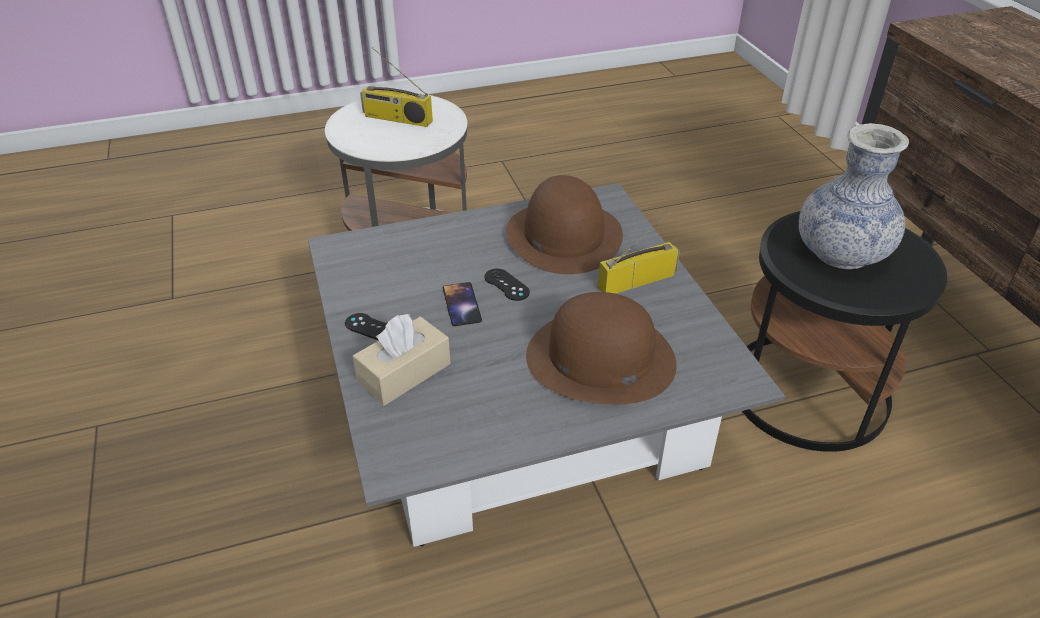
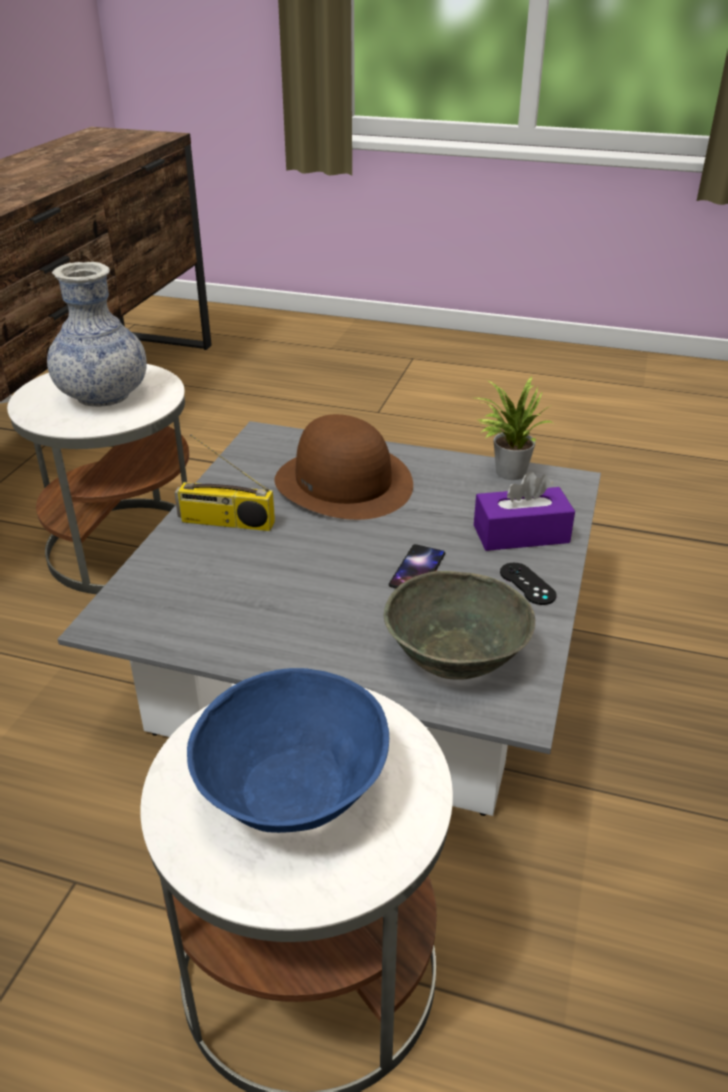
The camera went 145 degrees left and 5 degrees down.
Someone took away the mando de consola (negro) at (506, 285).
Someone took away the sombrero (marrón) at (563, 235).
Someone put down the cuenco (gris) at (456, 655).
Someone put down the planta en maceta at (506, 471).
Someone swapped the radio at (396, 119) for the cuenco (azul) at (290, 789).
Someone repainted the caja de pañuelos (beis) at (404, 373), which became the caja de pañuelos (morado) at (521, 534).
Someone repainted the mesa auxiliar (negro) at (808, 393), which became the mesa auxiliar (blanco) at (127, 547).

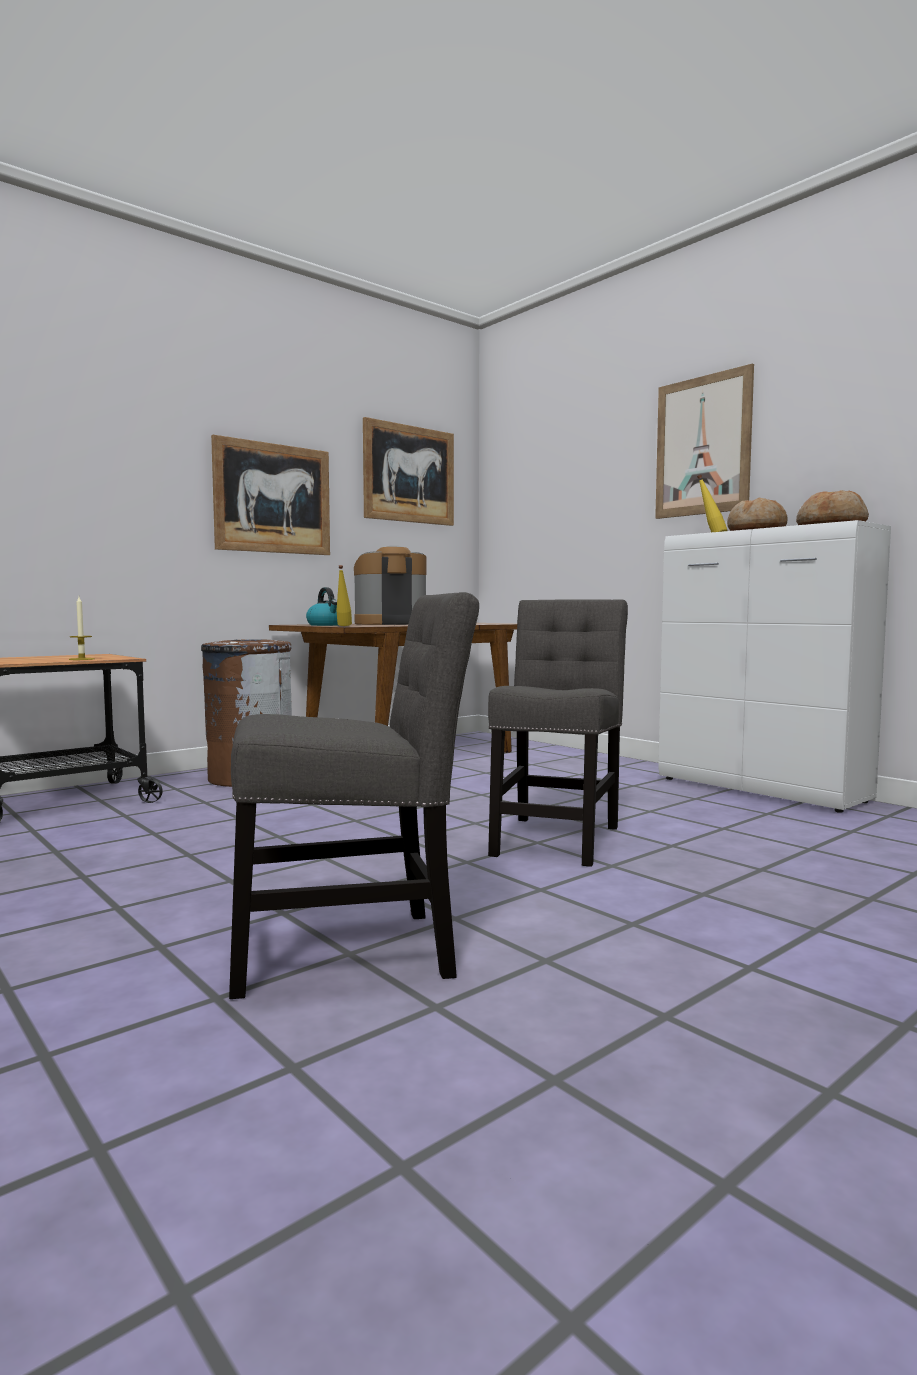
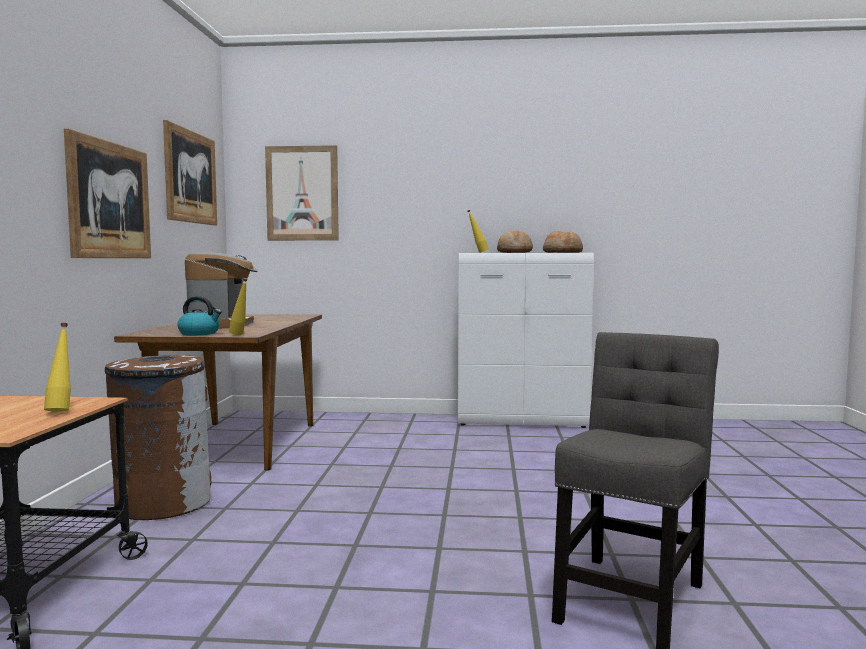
The camera went 45 degrees left and 0 degrees up.
Someone took away the silla (gris) at (557, 838).
Someone carried the cuadro from (702, 446) to (302, 193).
Someone swapped the vela at (81, 659) for the botella (amarillo) at (61, 410).
Someone rotated the cafetera at (390, 624) by 150 degrees clockwise.

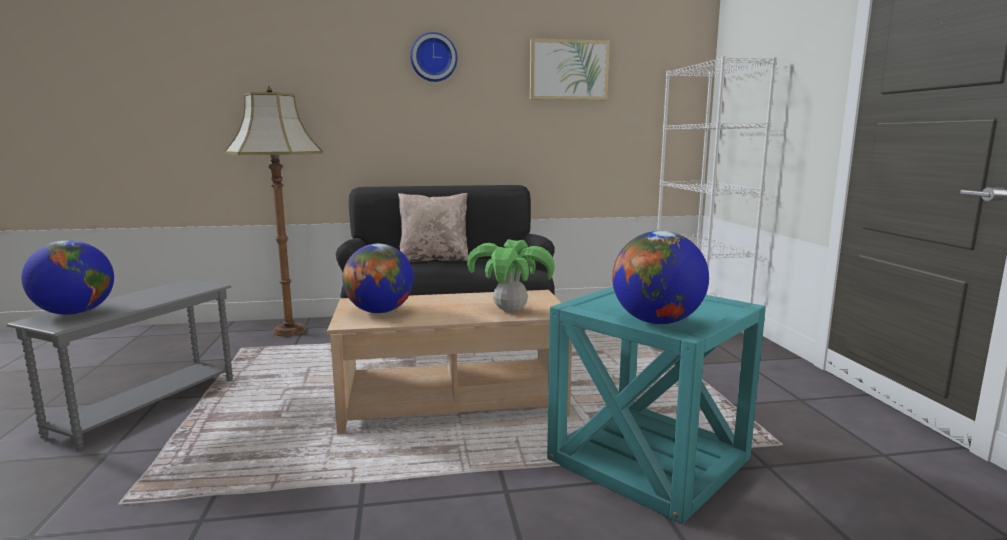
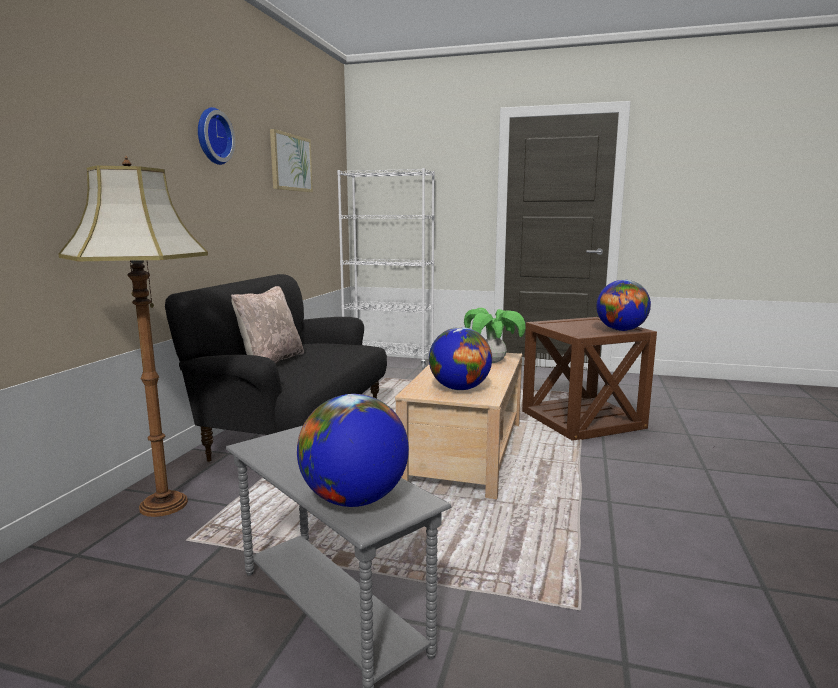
The camera went 65 degrees left and 0 degrees up.
Someone repainted the mesa auxiliar (turquesa) at (648, 459), which became the mesa auxiliar (marrón) at (582, 420).

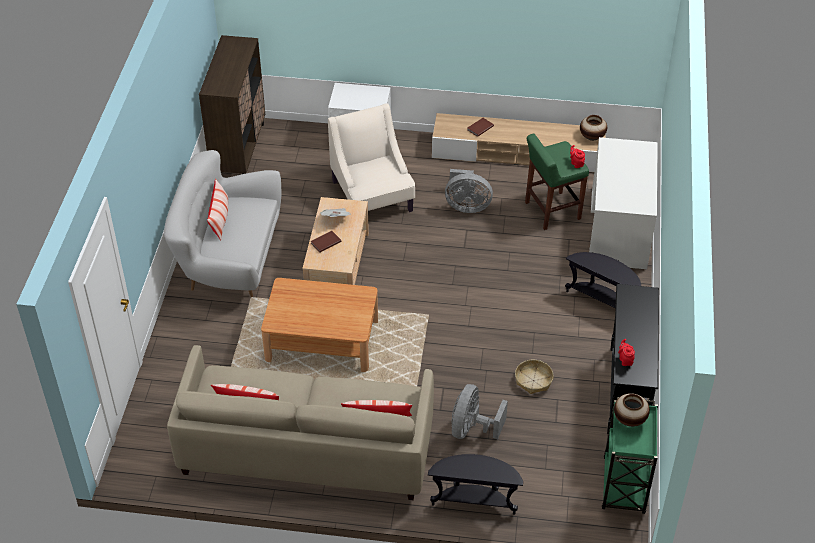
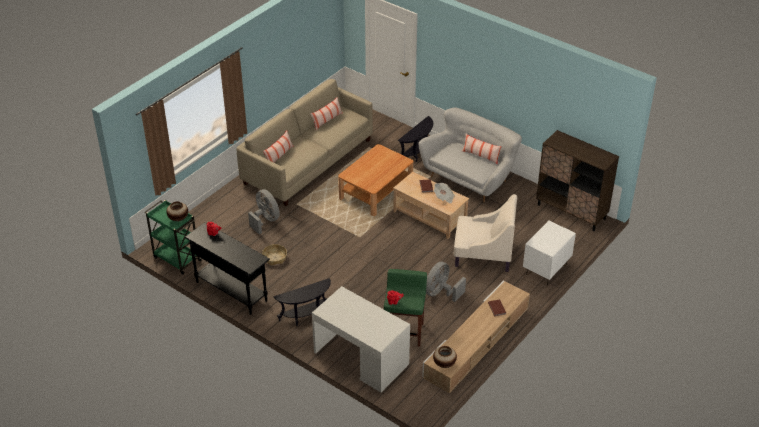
The camera went 120 degrees right and 5 degrees down.
Someone carried the mesa auxiliar (negro) from (474, 500) to (417, 153).

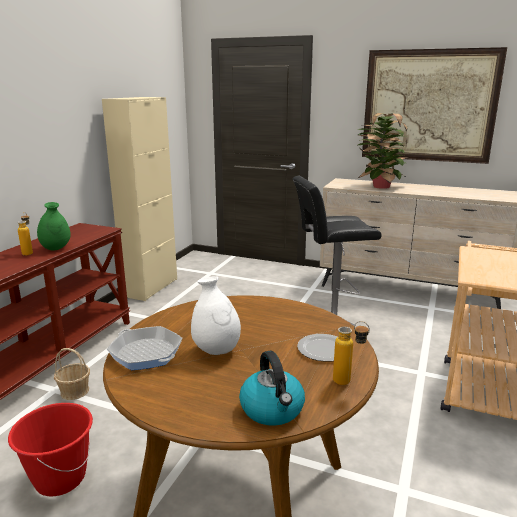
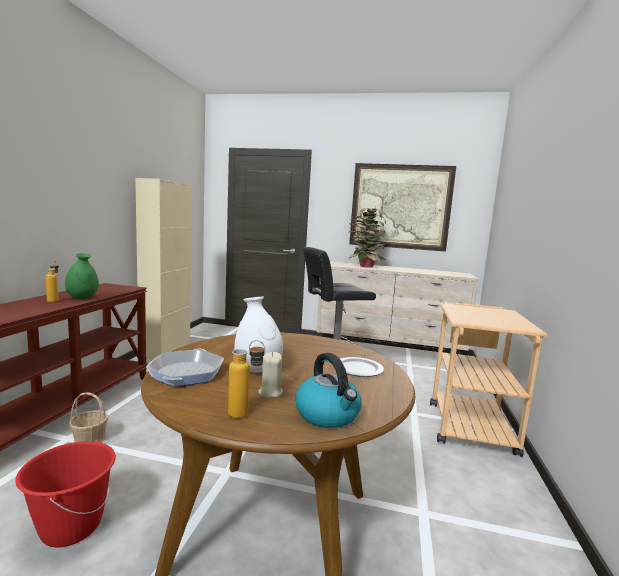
The camera went 10 degrees left and 10 degrees down.
Someone put down the vela (beis) at (270, 392).
Someone carried the botella from (348, 383) to (245, 416).
Someone rotated the sartén at (146, 353) by 60 degrees clockwise.

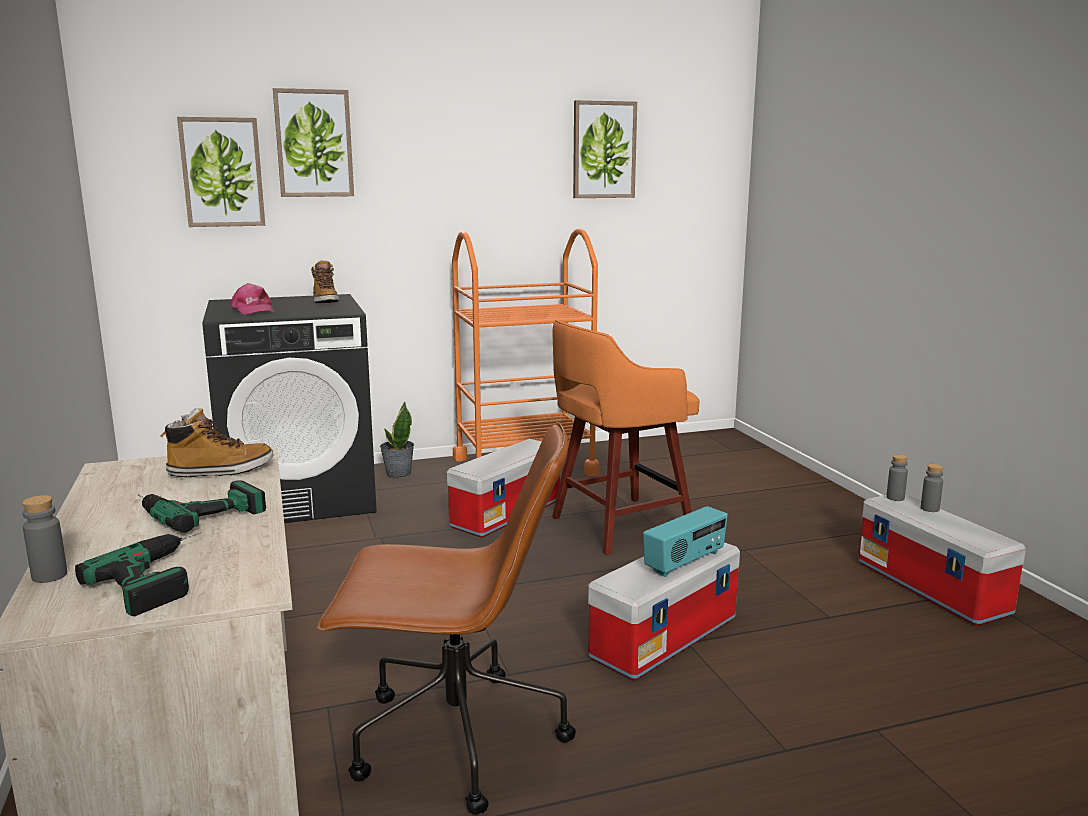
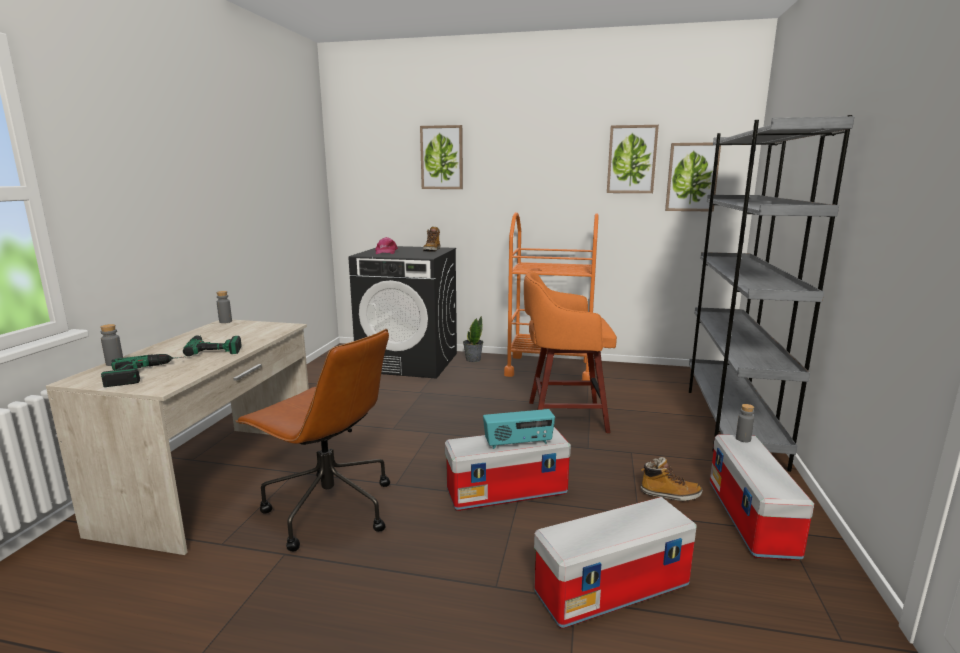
The camera went 30 degrees right and 0 degrees up.
Someone put down the estantería (gris) at (730, 421).
Someone carried the bota from (220, 471) to (669, 494).
Someone carried the cuadro from (222, 172) to (692, 177).
Someone carried the caja de almacenaje from (507, 513) to (613, 588).
Someone carried the botella (gris) from (929, 509) to (225, 321).

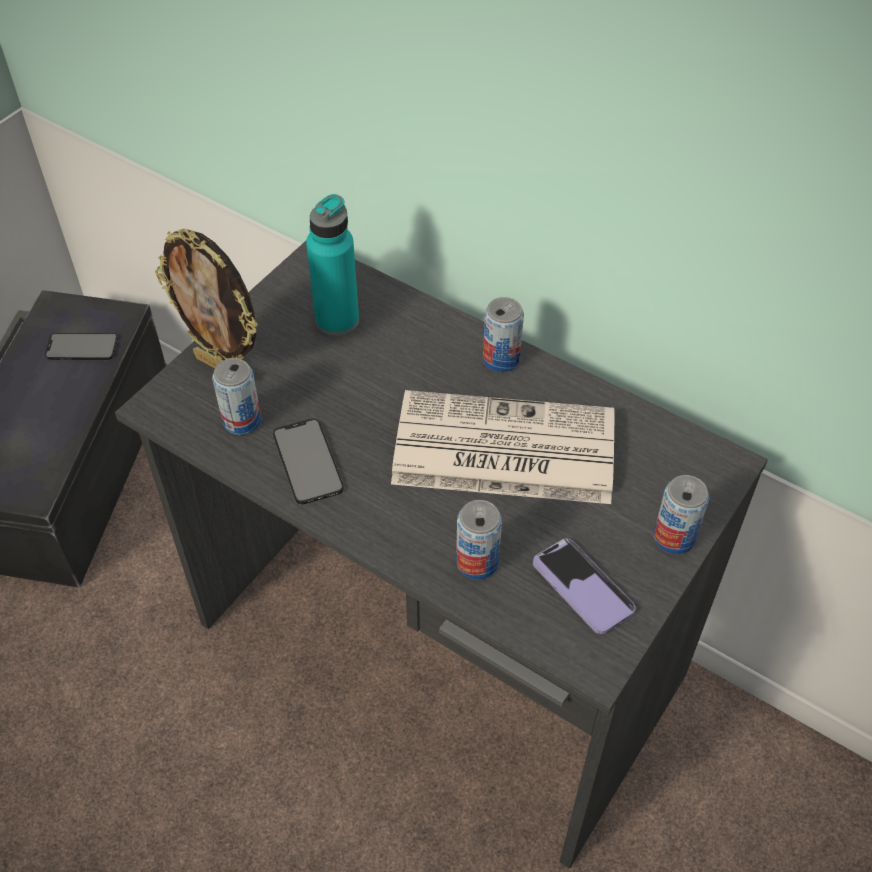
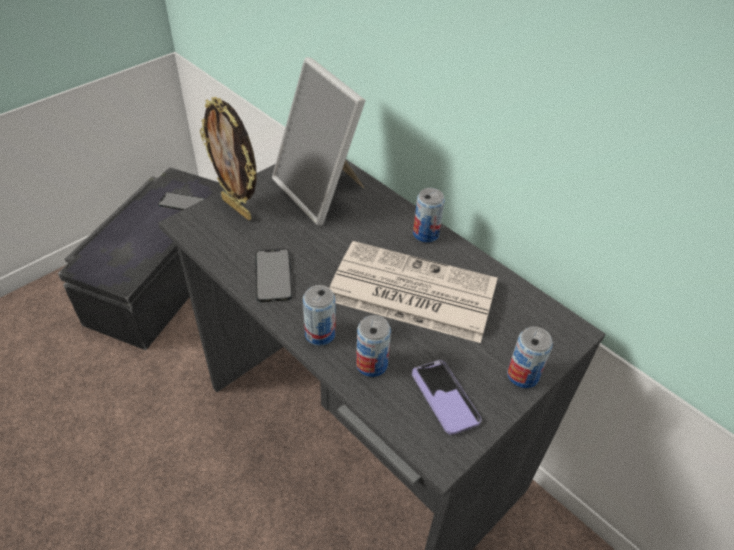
The camera went 10 degrees right and 5 degrees down.
Someone carried the lata from (242, 420) to (320, 334).
Someone swapped the botella (turquesa) at (337, 320) for the portarretratos at (322, 192).

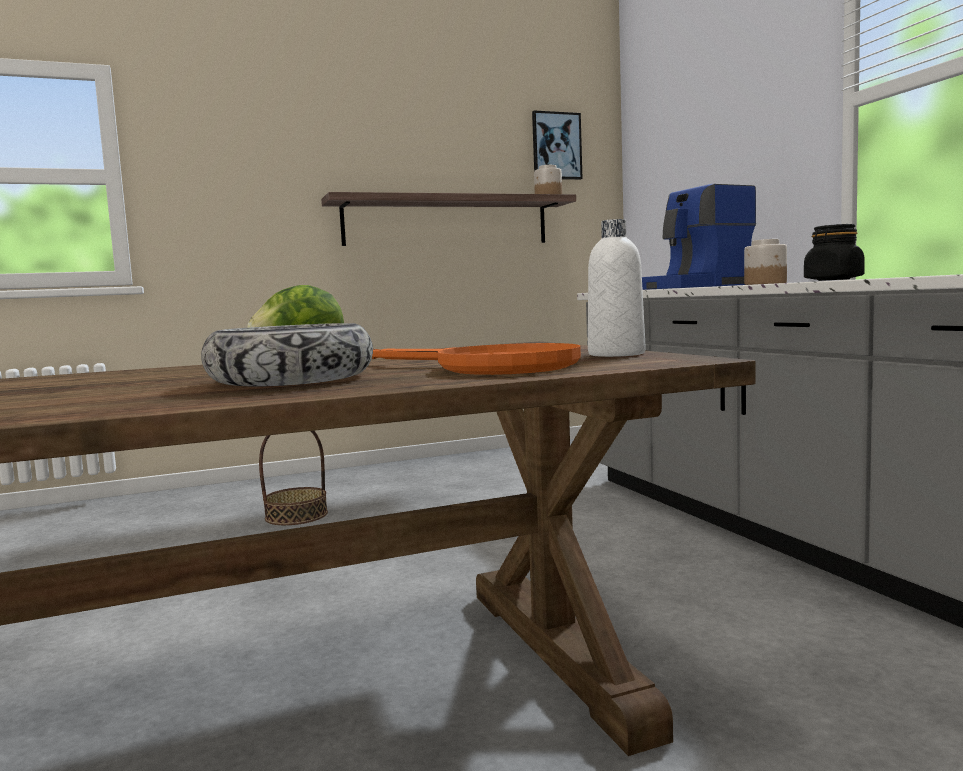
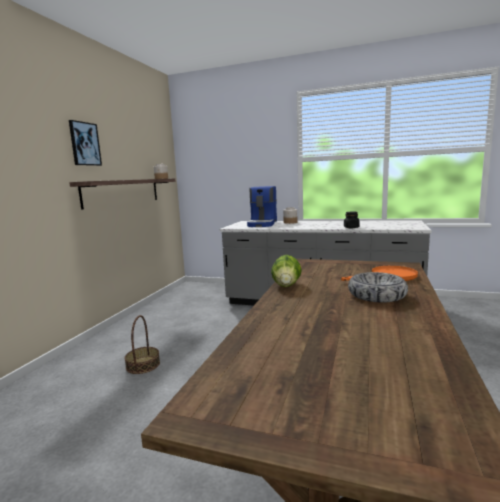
The camera went 50 degrees left and 5 degrees up.
Someone took away the botella (blanco) at (616, 354).
Someone carried the cuadro from (556, 146) to (84, 144).

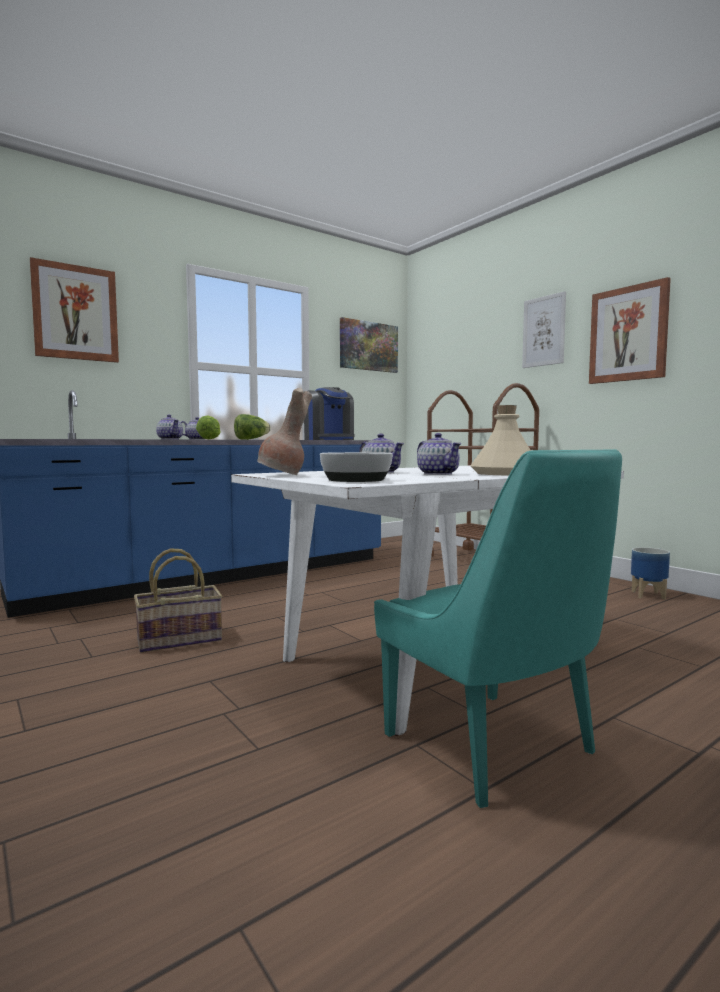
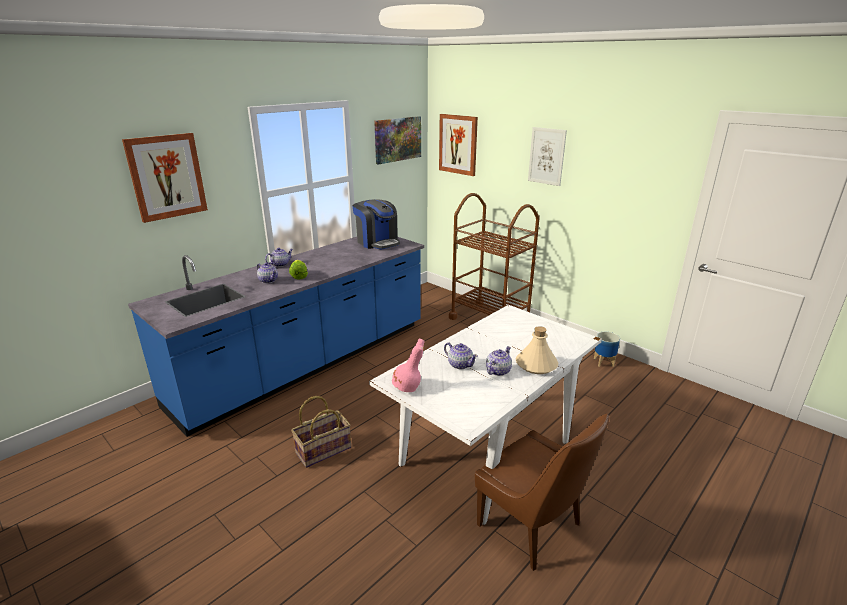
The camera went 10 degrees left and 20 degrees up.
Someone took away the lechuga at (251, 439).
Someone took away the cuenco at (356, 480).
Someone carried the cuadro from (628, 334) to (458, 144).
Someone repainted the florero (marrón) at (283, 475), which became the florero (rosa) at (407, 388).
Someone repainted the silla (turquesa) at (493, 747), which became the silla (marrón) at (532, 527).
Someone rotated the tetera at (438, 474) by 105 degrees counterclockwise.

